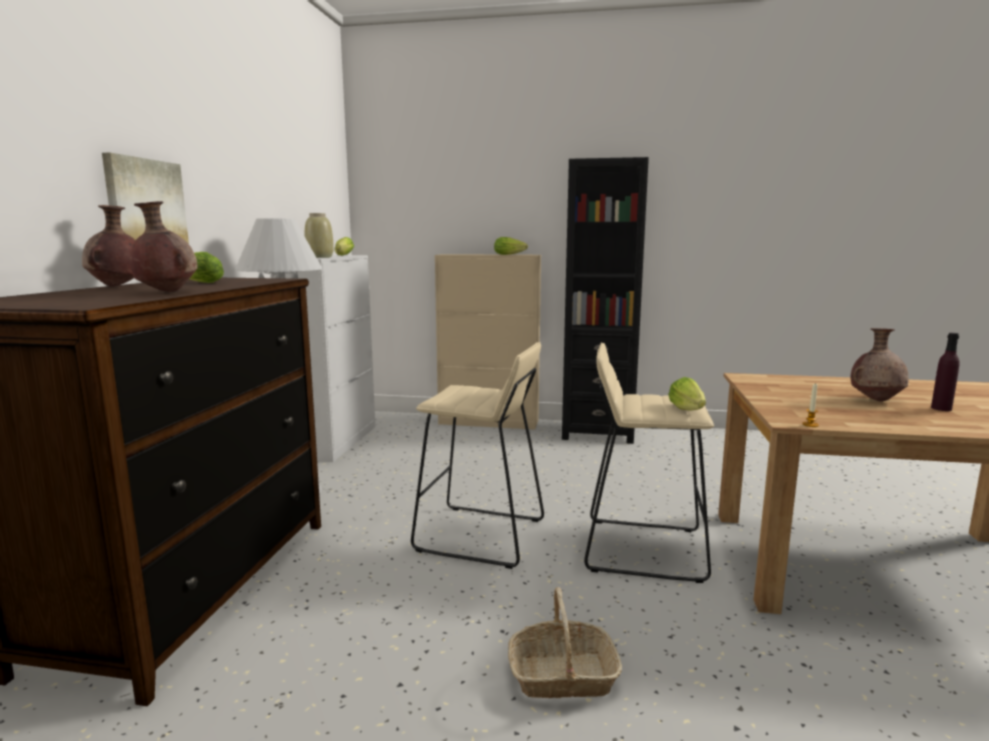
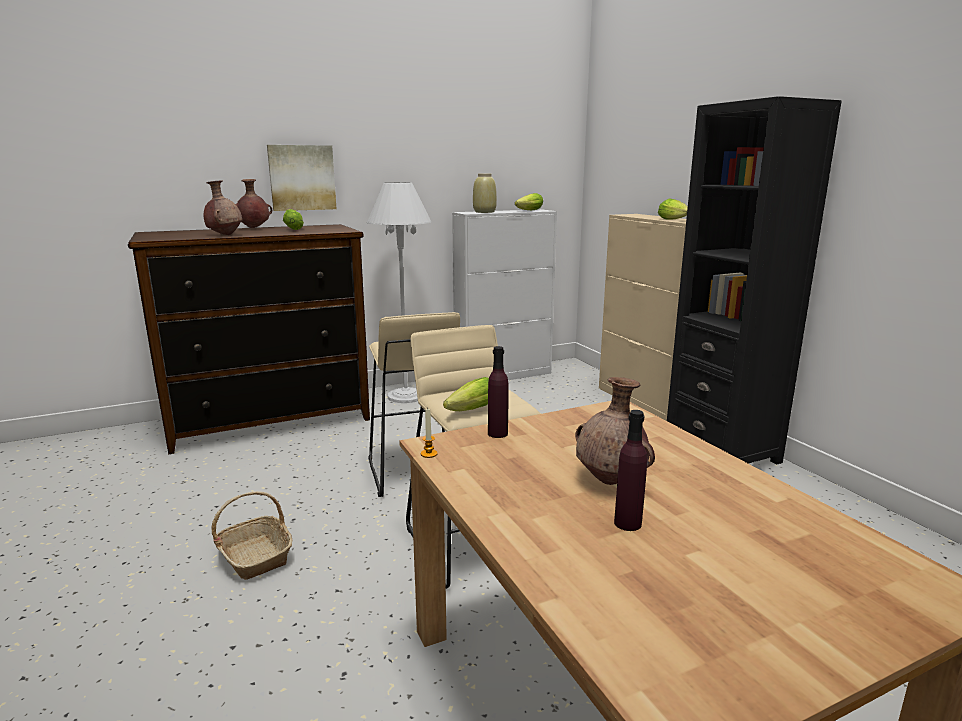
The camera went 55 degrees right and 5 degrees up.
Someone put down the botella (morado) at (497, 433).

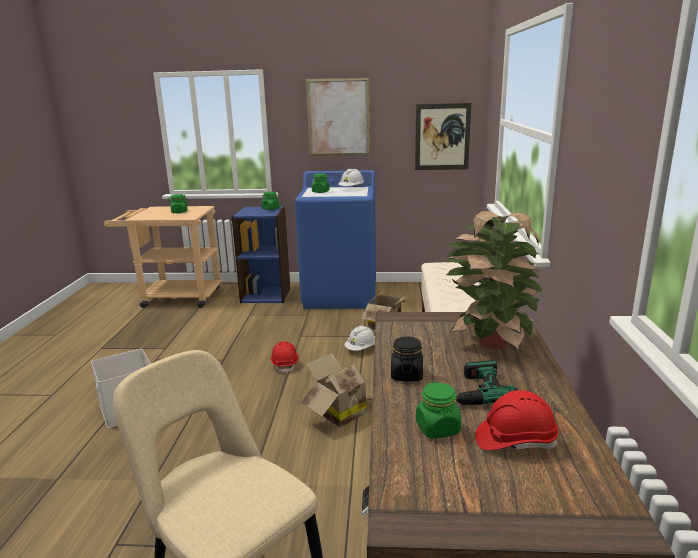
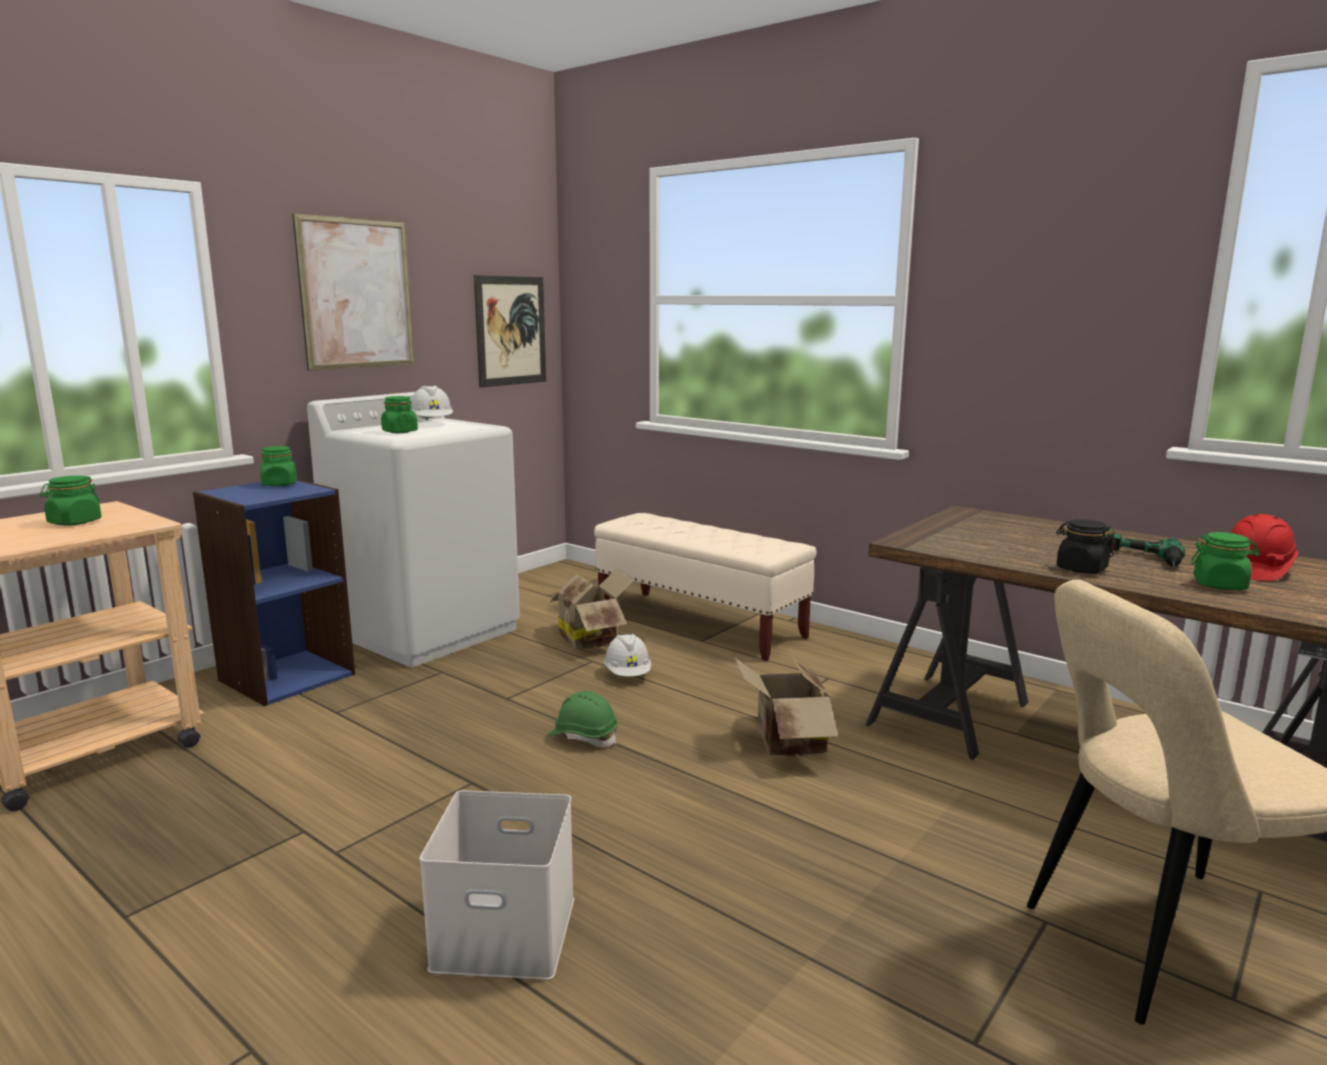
The camera went 55 degrees left and 5 degrees down.
Someone took away the planta en maceta at (490, 343).
Someone repainted the casco (rojo) at (285, 364), which became the casco (verde) at (583, 737).
Someone repainted the lavadora (azul) at (341, 295), which became the lavadora (blanco) at (426, 631).

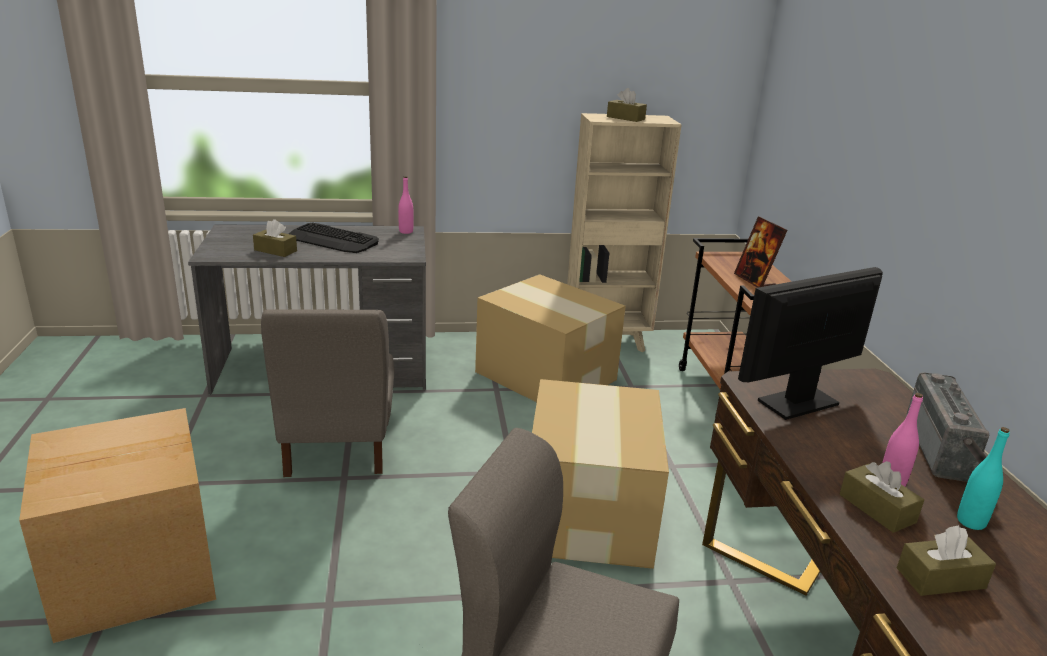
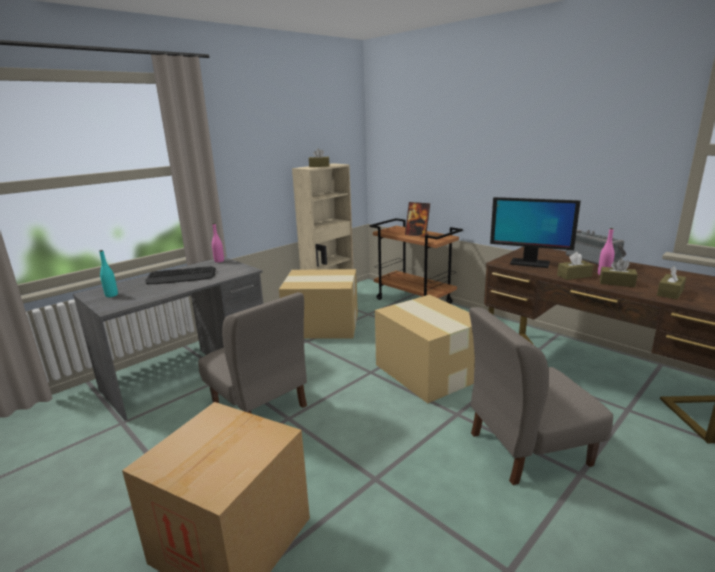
The camera went 35 degrees left and 5 degrees down.
Someone carried the caja de pañuelos (marrón) from (275, 250) to (574, 276).
Someone carried the botella (turquesa) from (971, 522) to (111, 295).
Someone rotated the monitor at (798, 402) by 90 degrees counterclockwise.

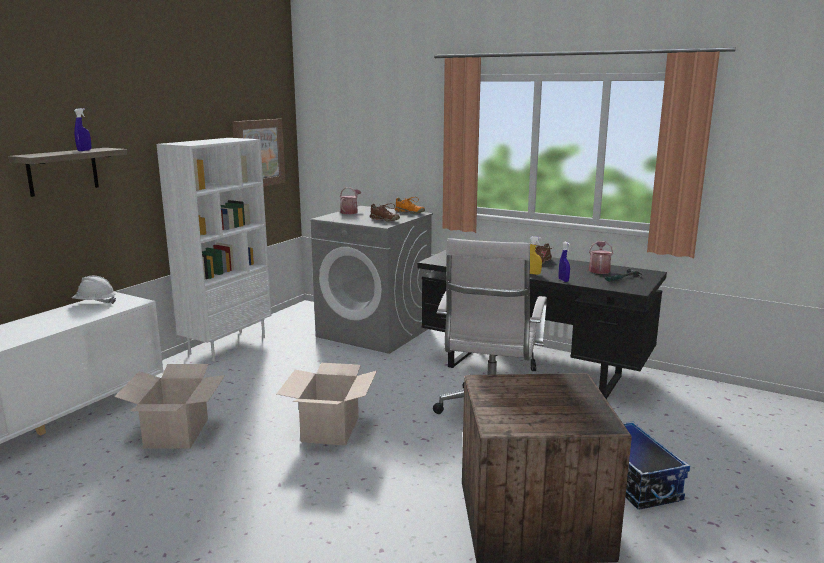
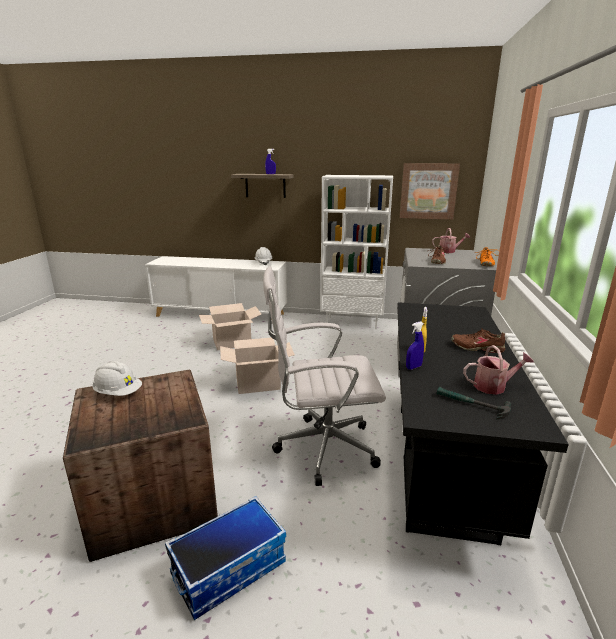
The camera went 70 degrees right and 5 degrees up.
Someone put down the casco (blanco) at (118, 393).

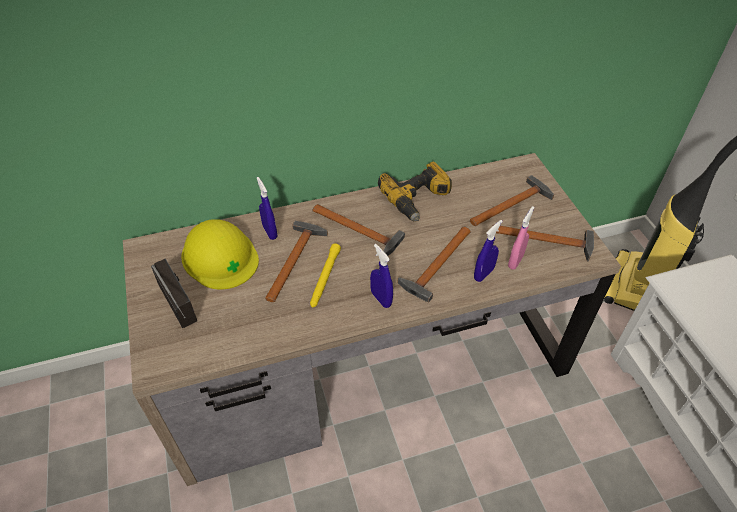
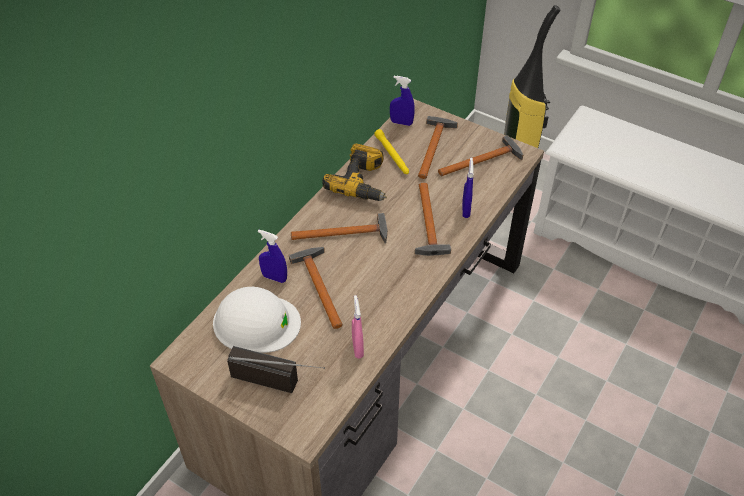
The camera went 40 degrees left and 0 degrees up.
Someone carried the linterna (amarillo) from (325, 278) to (392, 155).
Someone carried the pulverizador (azul) from (381, 299) to (401, 123).
Someone carried the pulverizador (rosa) from (515, 261) to (357, 348).
Someone repainted the casco (amarillo) at (220, 257), which became the casco (blanco) at (256, 322).

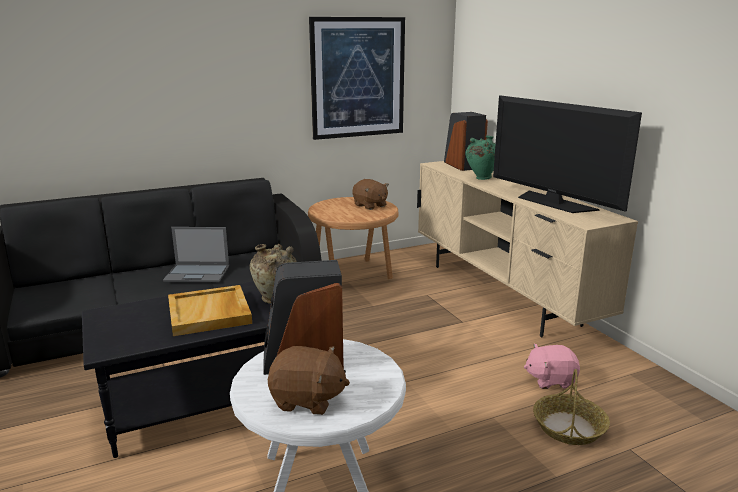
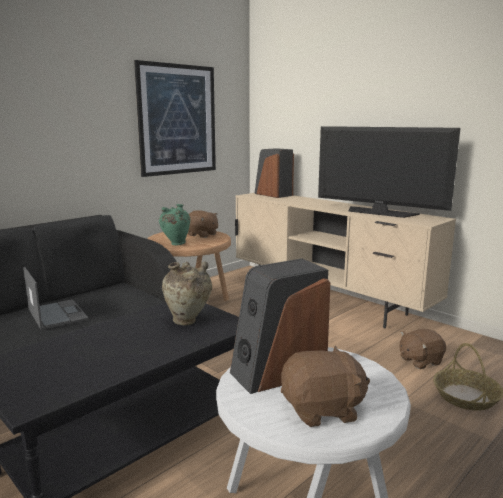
The camera went 20 degrees left and 5 degrees down.
Someone took away the bandeja (beis) at (210, 313).
Someone carried the florero (verde) from (480, 178) to (175, 244).
Someone repainted the peluche (rosa) at (550, 380), which became the peluche (marrón) at (420, 361).
Someone rotated the portátil at (198, 273) by 105 degrees counterclockwise.

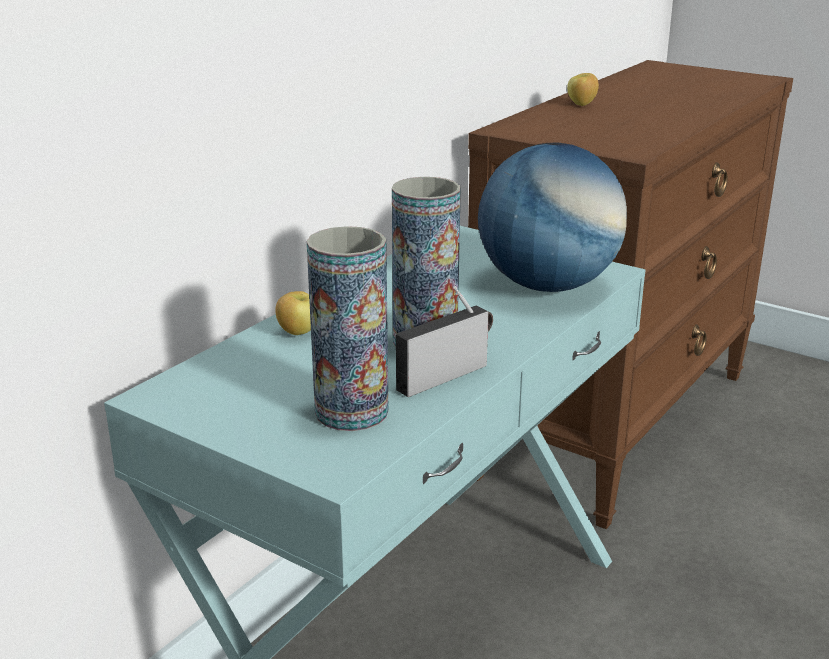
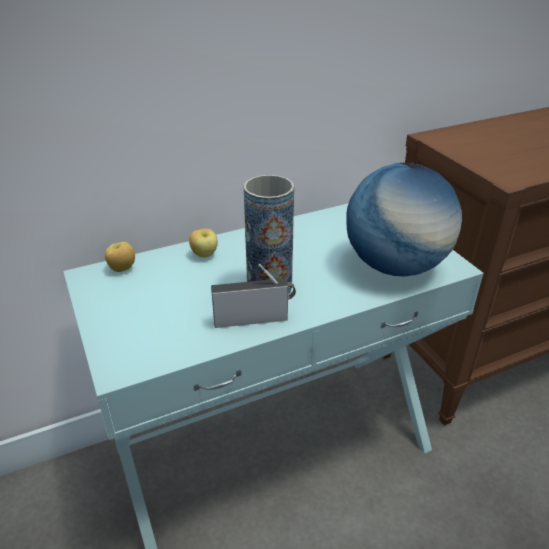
The camera went 30 degrees right and 10 degrees up.
Someone took away the florero at (351, 411).
Someone carried the manzana from (581, 104) to (122, 269).

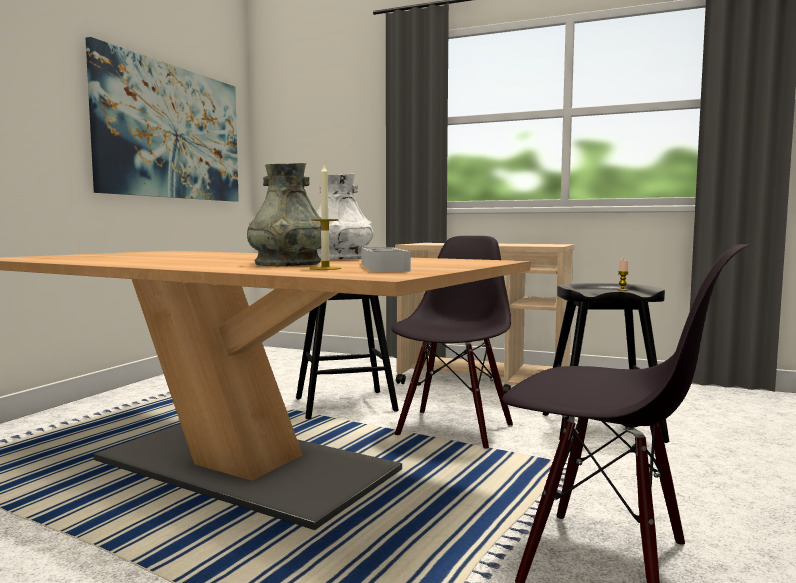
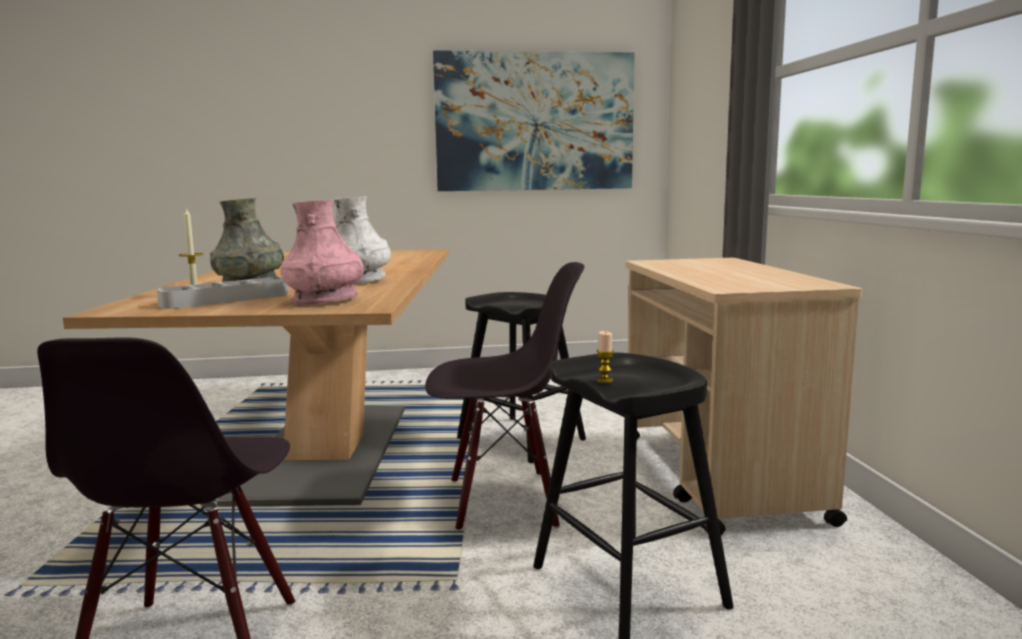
The camera went 60 degrees right and 5 degrees up.
Someone put down the florero (rosa) at (325, 300).

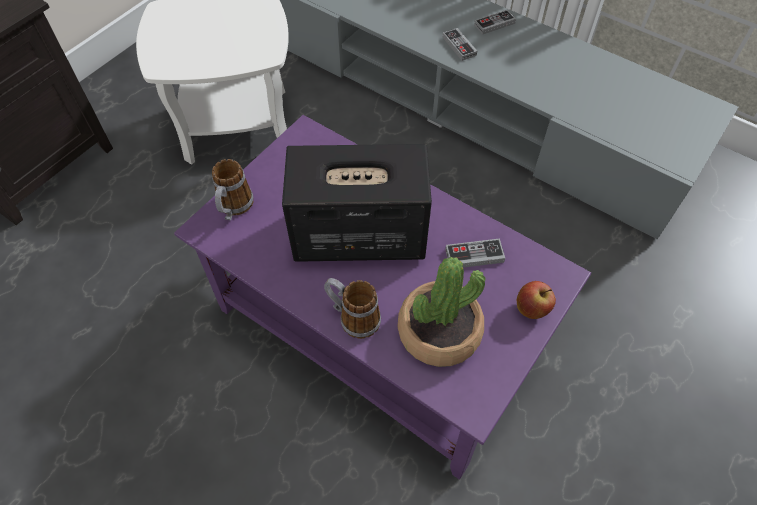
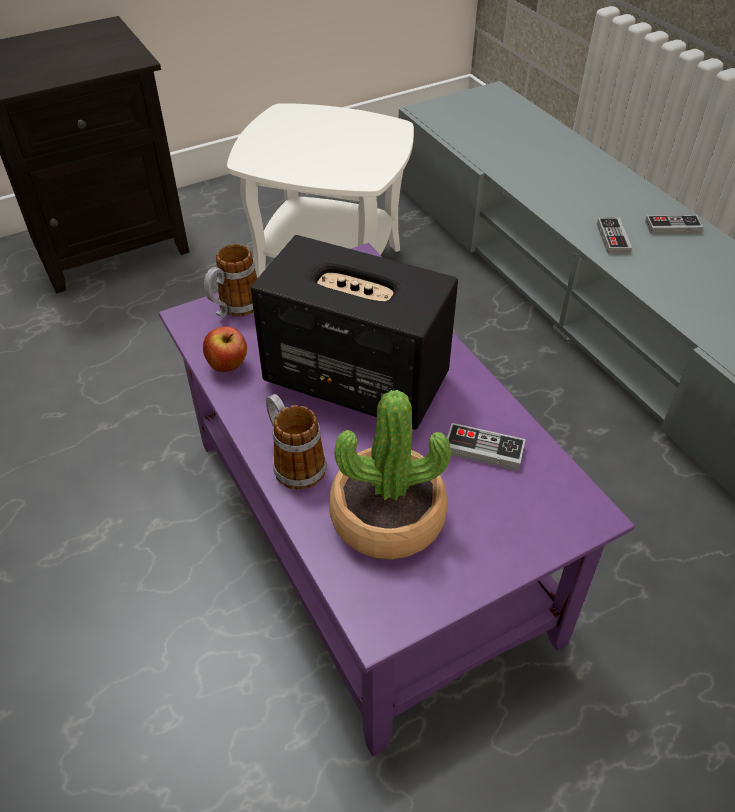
The camera went 25 degrees right and 10 degrees down.
Someone carried the manzana from (532, 309) to (228, 366).

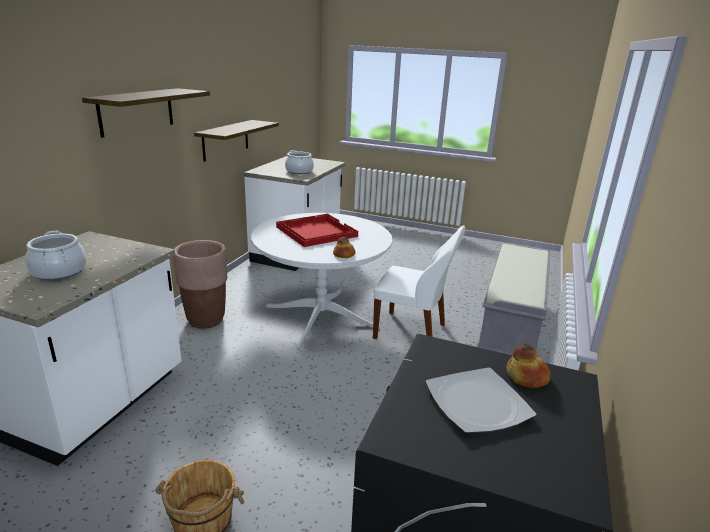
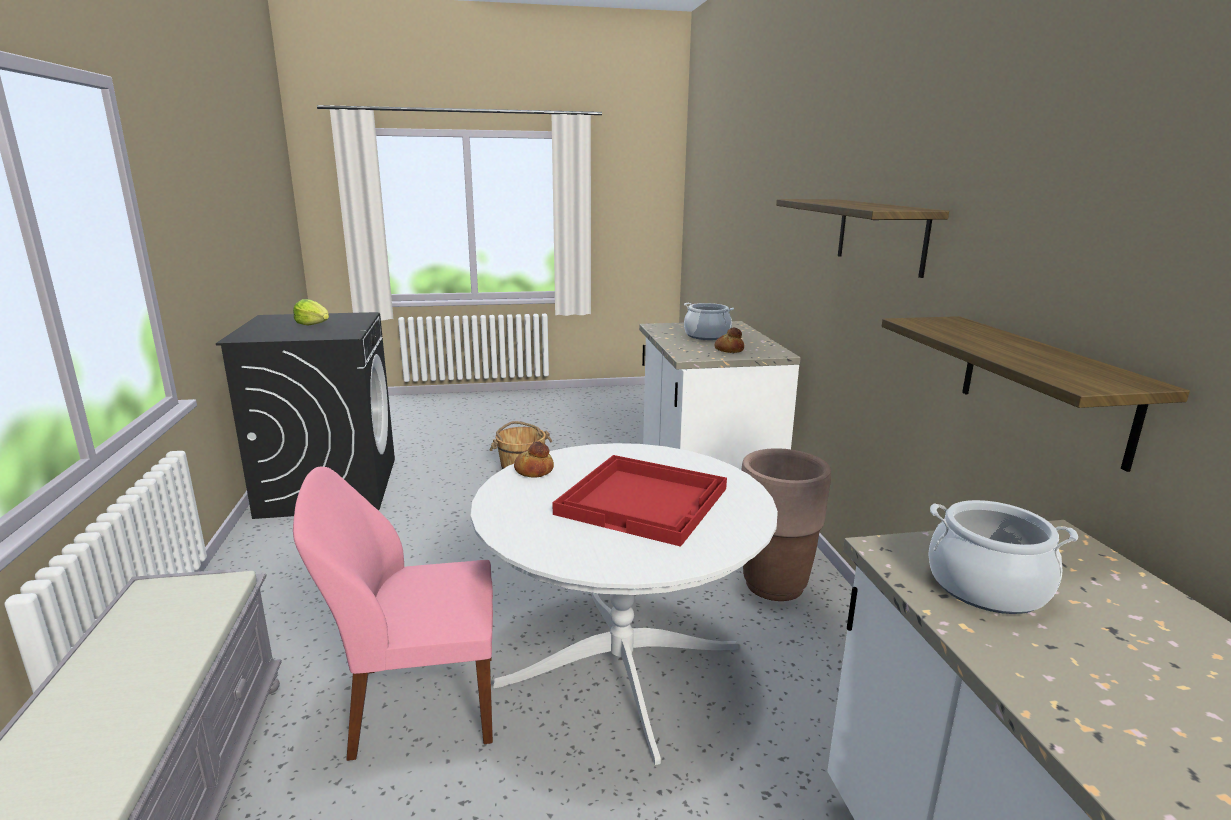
The camera went 150 degrees right and 5 degrees down.
Someone carried the pan from (527, 376) to (728, 350).
Someone swapped the plato at (477, 404) for the lechuga at (314, 325).
Someone repainted the silla (blanco) at (412, 332), which became the silla (rosa) at (420, 704).

